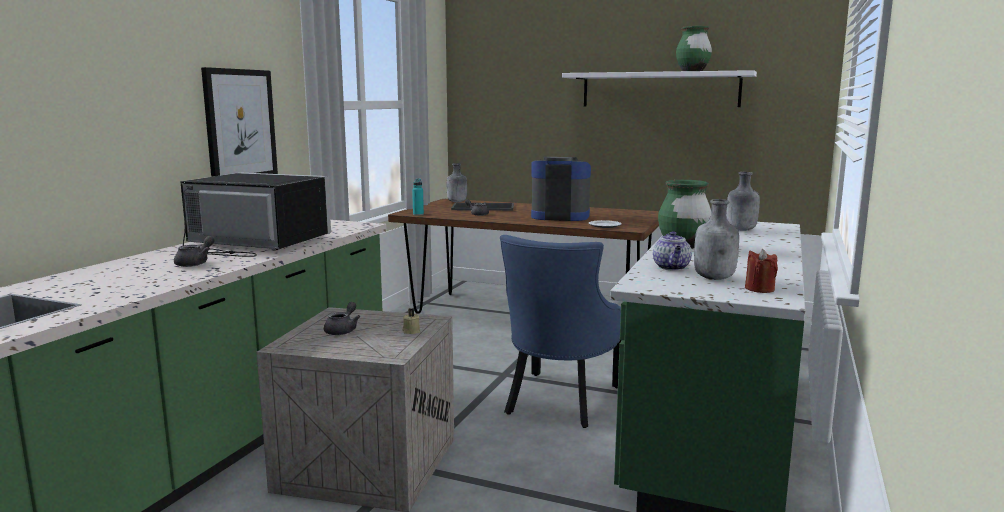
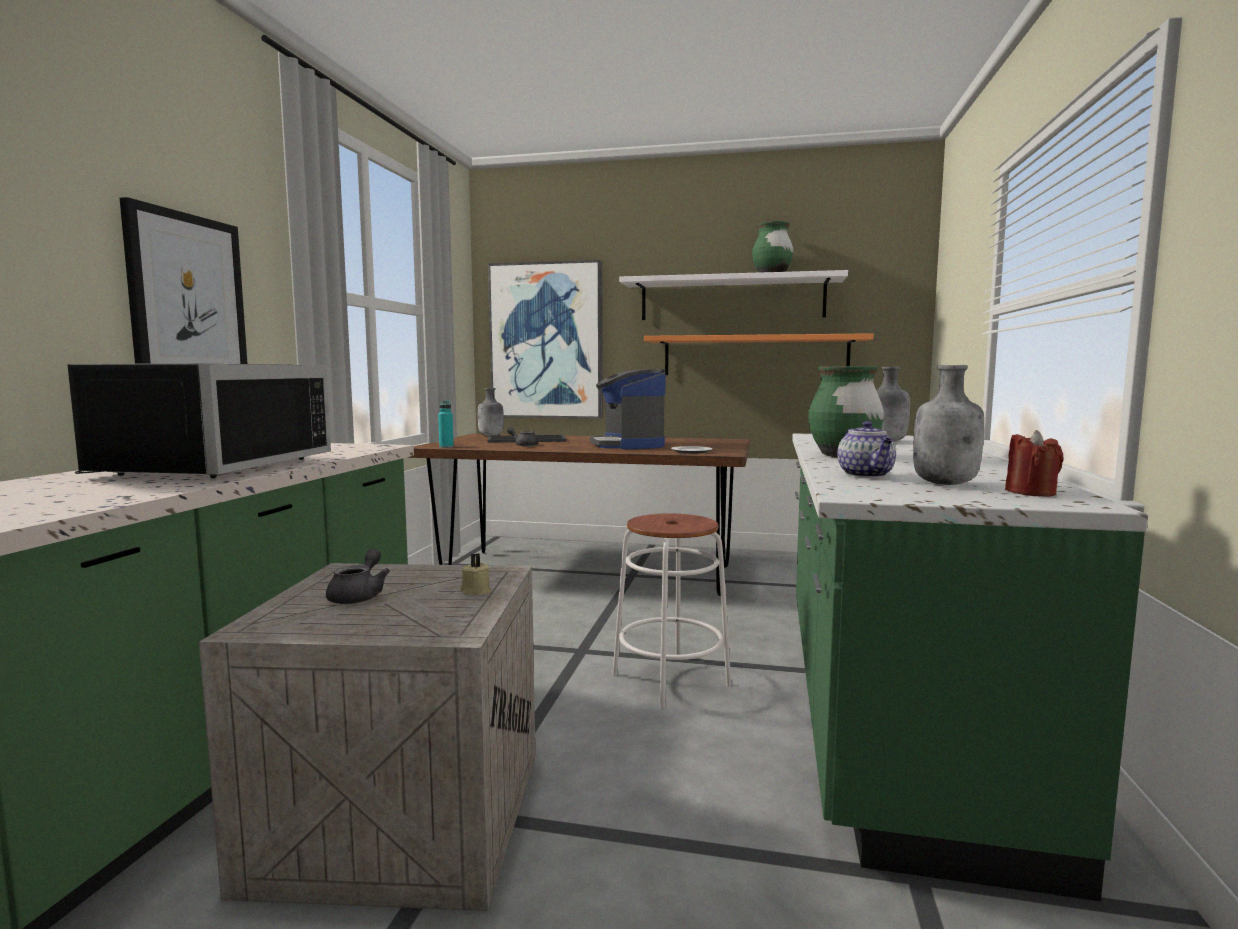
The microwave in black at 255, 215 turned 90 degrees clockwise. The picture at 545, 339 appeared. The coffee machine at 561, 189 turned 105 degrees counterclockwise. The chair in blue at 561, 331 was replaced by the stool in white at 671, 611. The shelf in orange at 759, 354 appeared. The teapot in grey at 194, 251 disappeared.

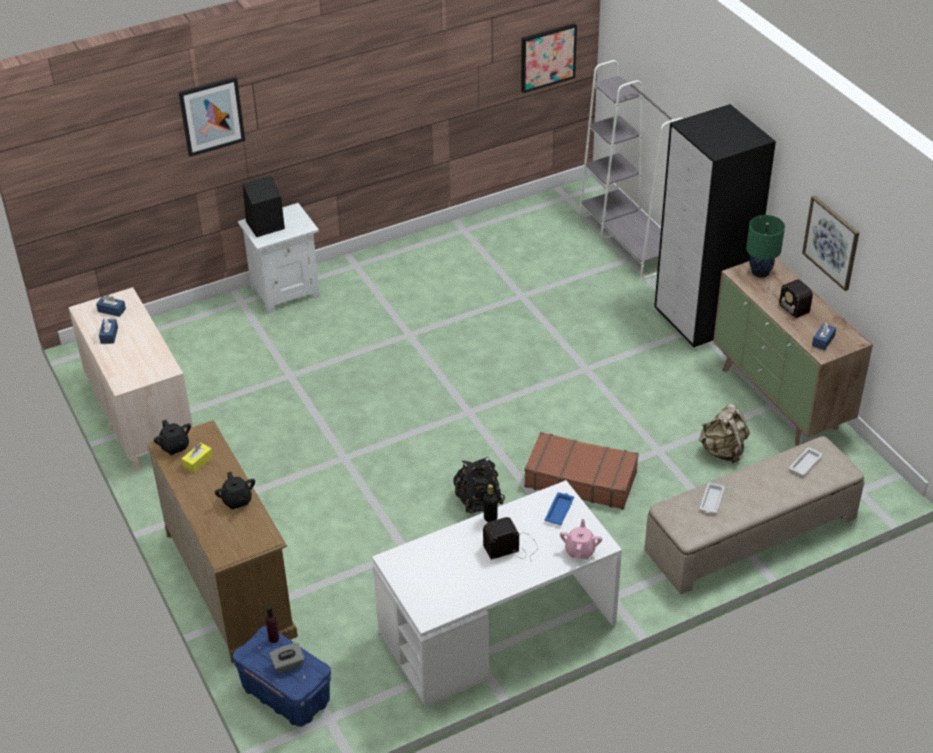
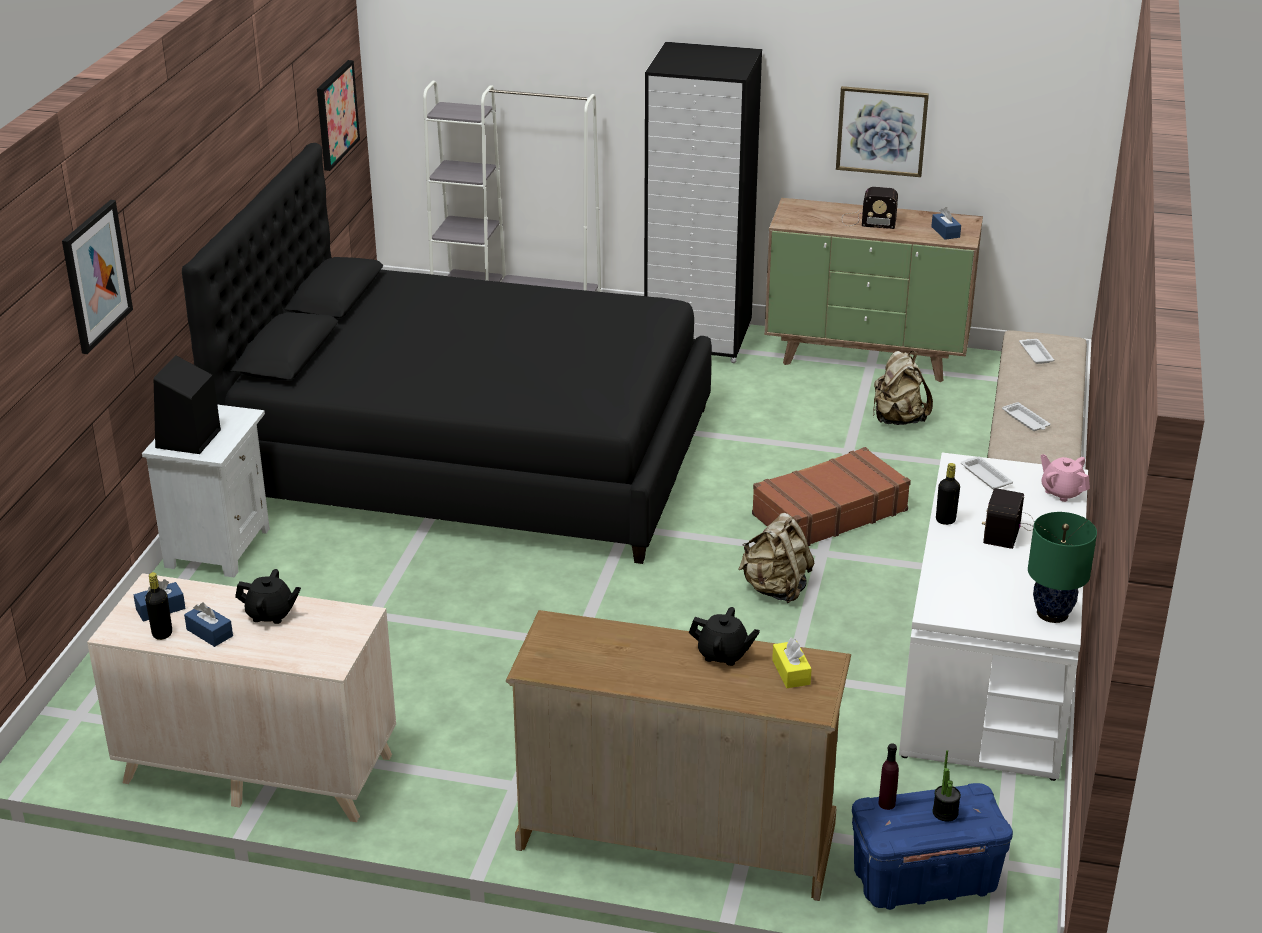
The bottle in black at 158, 606 appeared. The bed in black at 447, 353 appeared. The teapot in black moved from 172, 437 to 268, 596. The backpack in black at 479, 485 became the backpack in beige at 776, 558. The tissue box in yellow moved from 197, 458 to 792, 663. The tissue box in grey at 286, 658 was replaced by the potted plant at 947, 785. The tray in blue at 559, 508 became the tray in white at 987, 473. The table lamp in green moved from 765, 246 to 1062, 567.

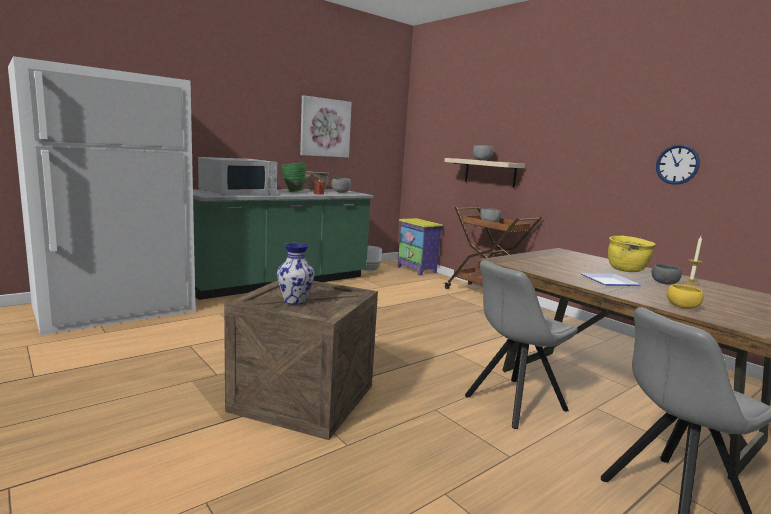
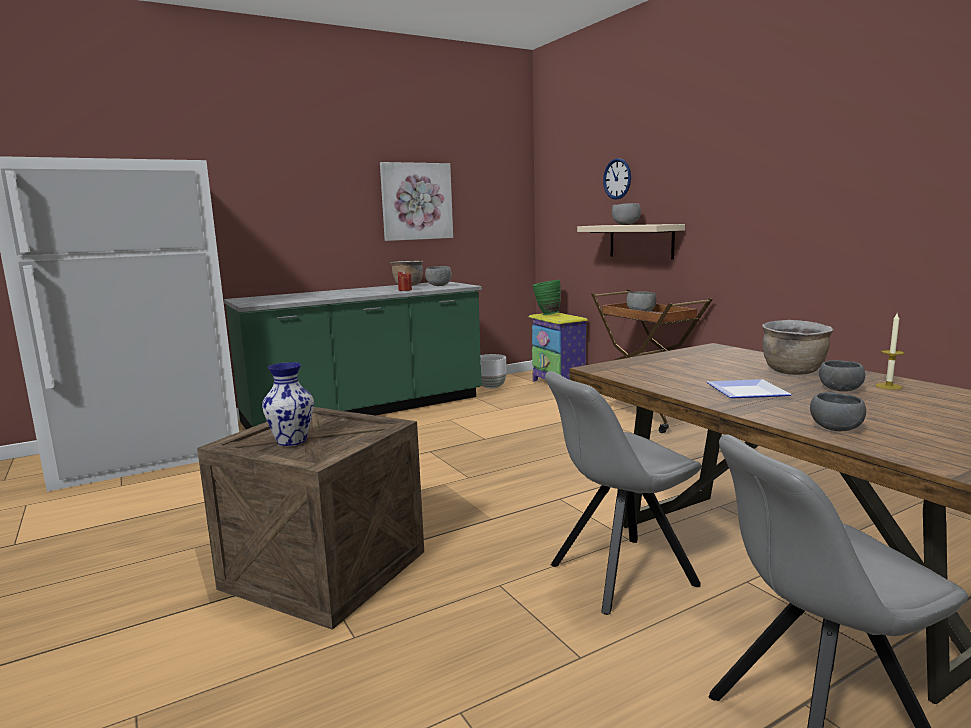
The vase in green moved from 293, 177 to 546, 297. The wall clock moved from 678, 165 to 617, 179. The cooking pot in yellow at 632, 254 became the cooking pot in brown at 797, 347. The bowl in yellow at 685, 296 became the bowl in grey at 838, 411. The microwave in white at 237, 176 disappeared.

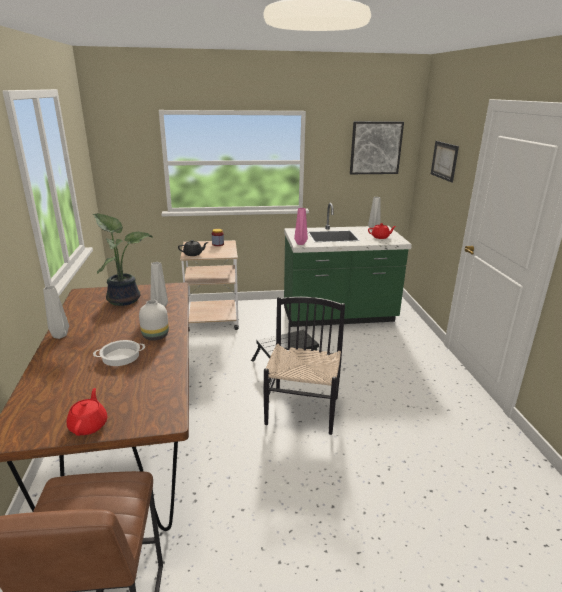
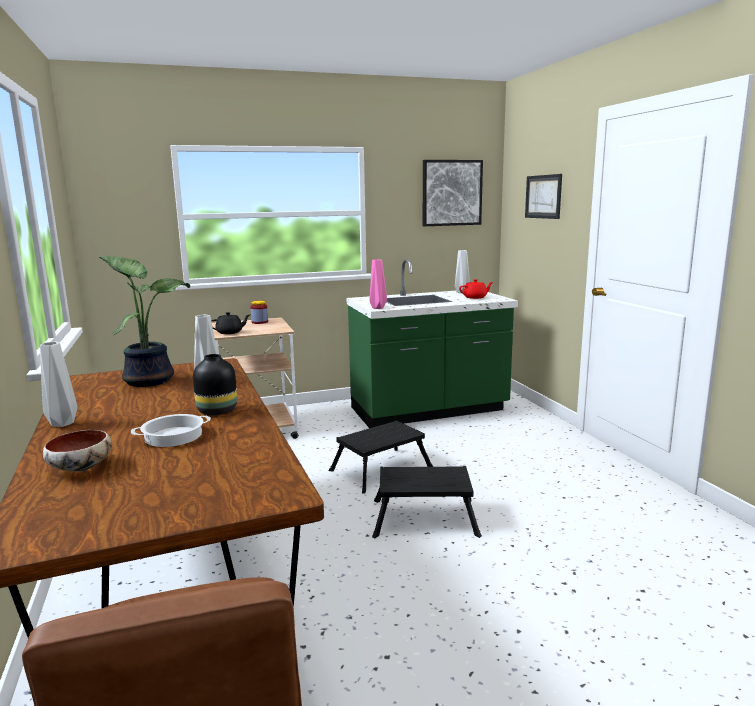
The bowl at 77, 451 appeared. The vase in white at 154, 320 became the vase in black at 215, 384. The chair in black at 304, 366 was replaced by the step ladder in black at 427, 502. The teapot in red at 86, 412 disappeared.

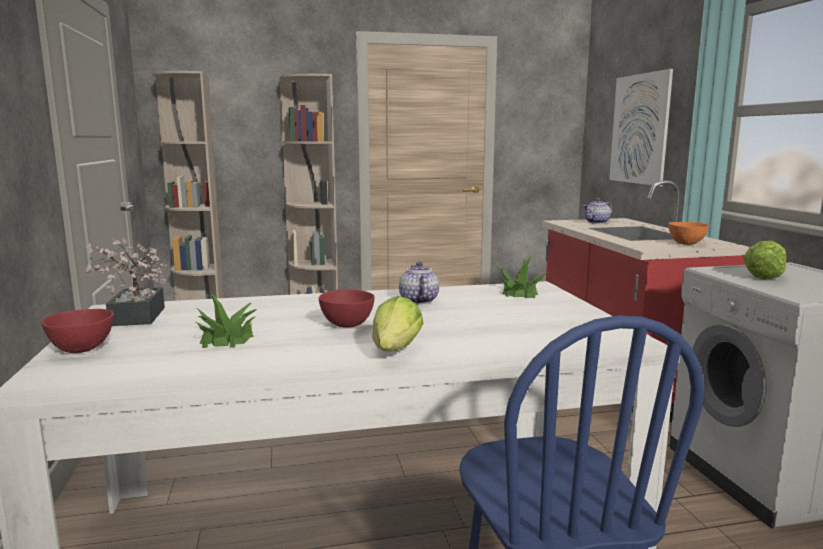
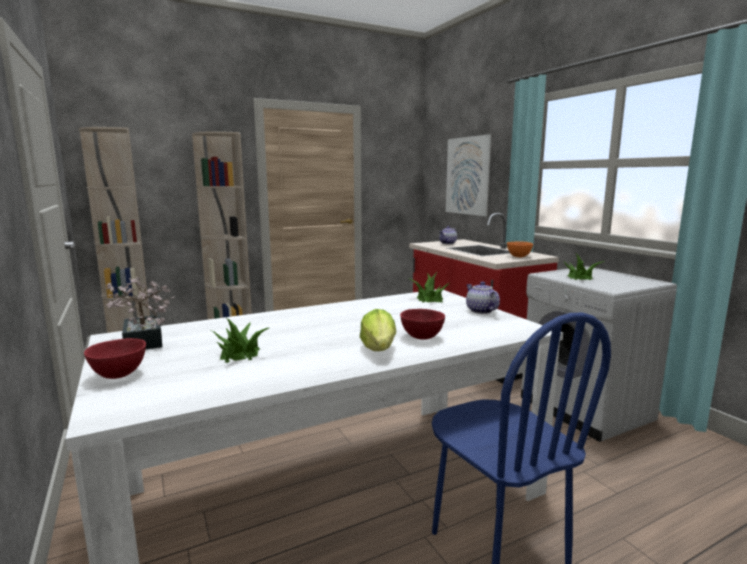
The bowl in red moved from 346, 308 to 422, 324. The teapot moved from 419, 283 to 483, 297. The lettuce at 765, 260 was replaced by the potted plant at 584, 267.

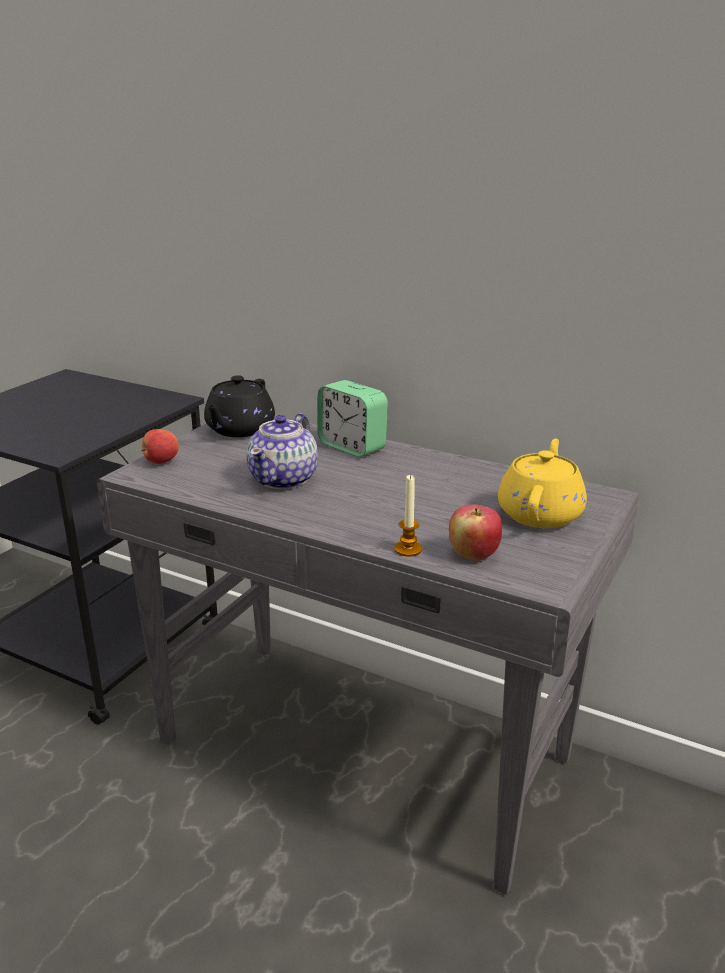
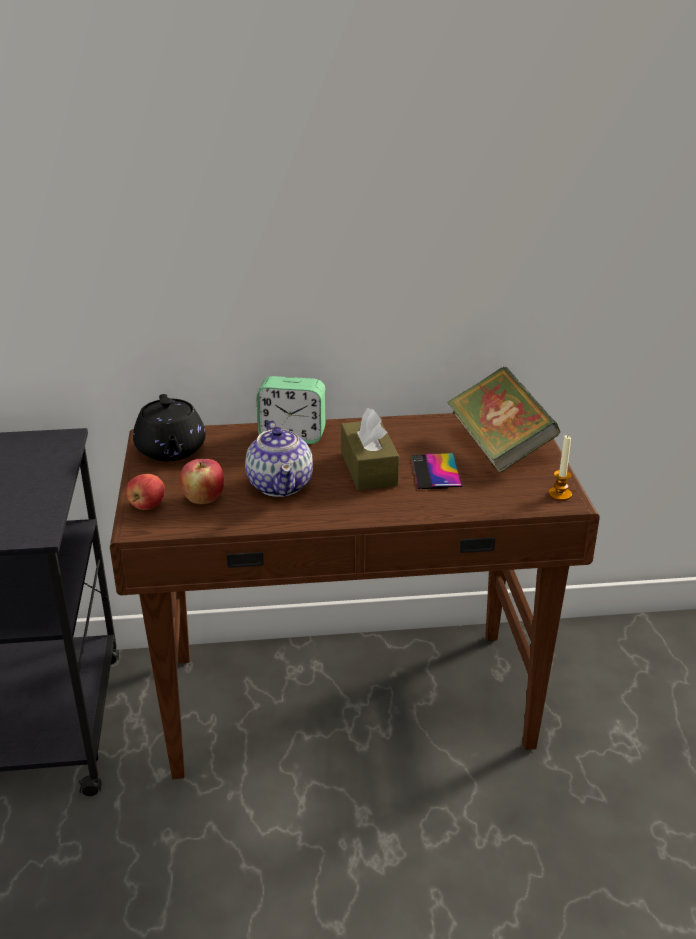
The console table in grey at 368, 655 became the console table in brown at 355, 596. The apple moved from 475, 532 to 202, 481. The tissue box in brown at 370, 449 appeared. The phone at 437, 471 appeared. The teapot in yellow at 542, 483 was replaced by the book at 504, 420. The candle moved from 408, 515 to 560, 468.

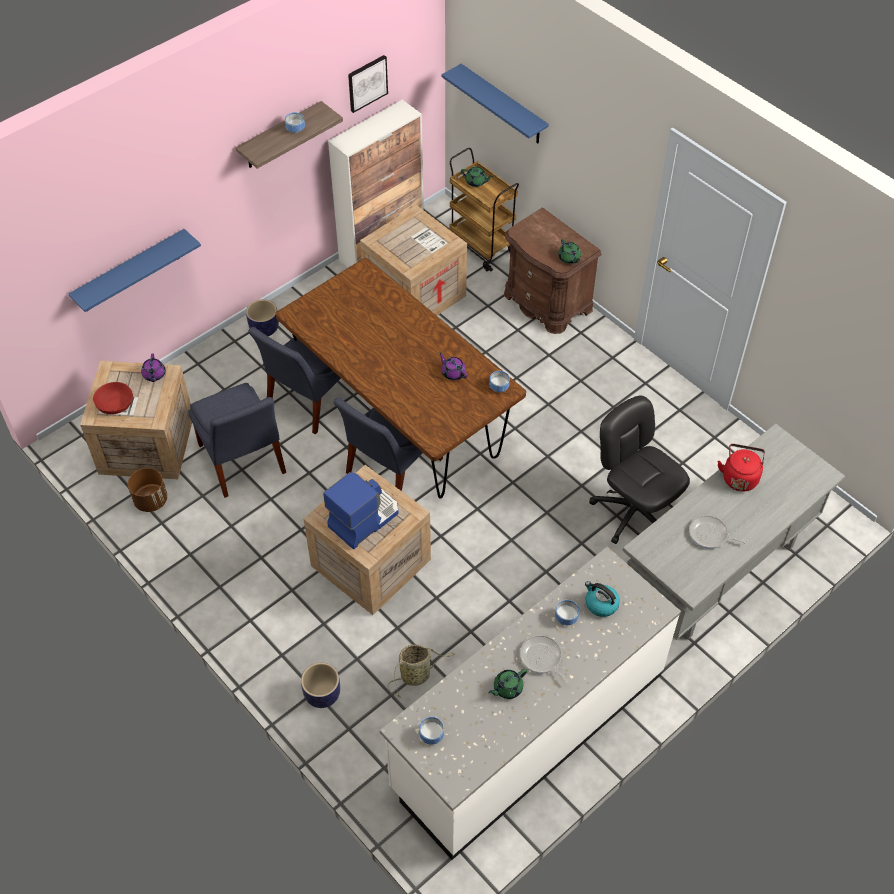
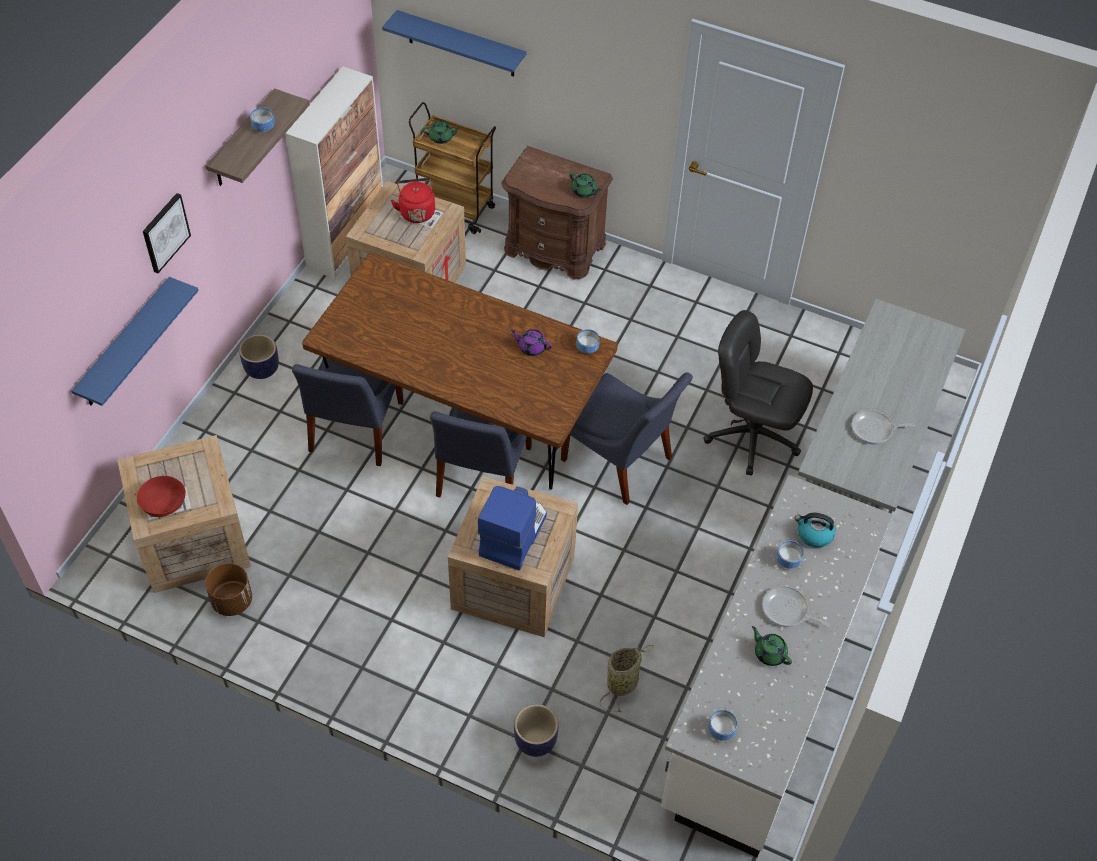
The picture moved from 368, 84 to 167, 233. The kettle in red moved from 741, 467 to 413, 200. The chair in blue moved from 237, 440 to 627, 439. The teapot in green at 507, 684 turned 105 degrees clockwise. The teapot in purple at 153, 367 disappeared.

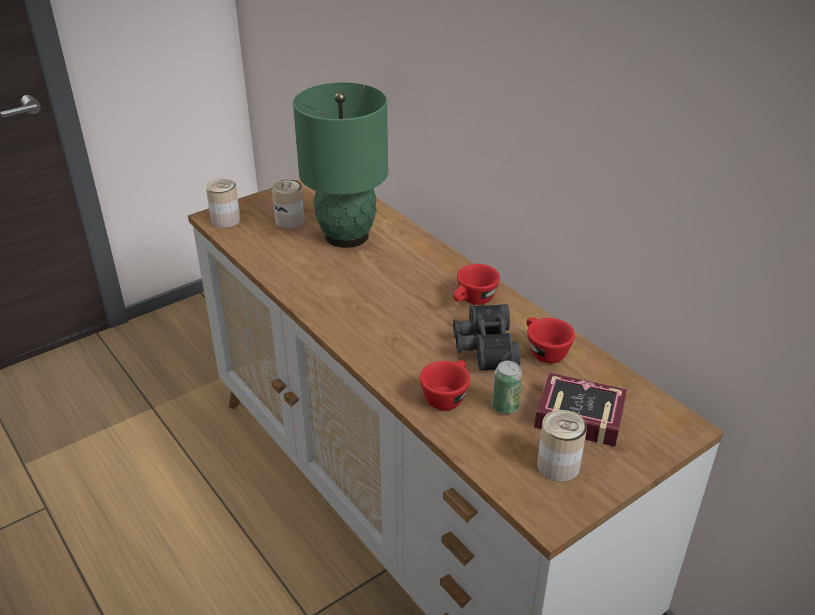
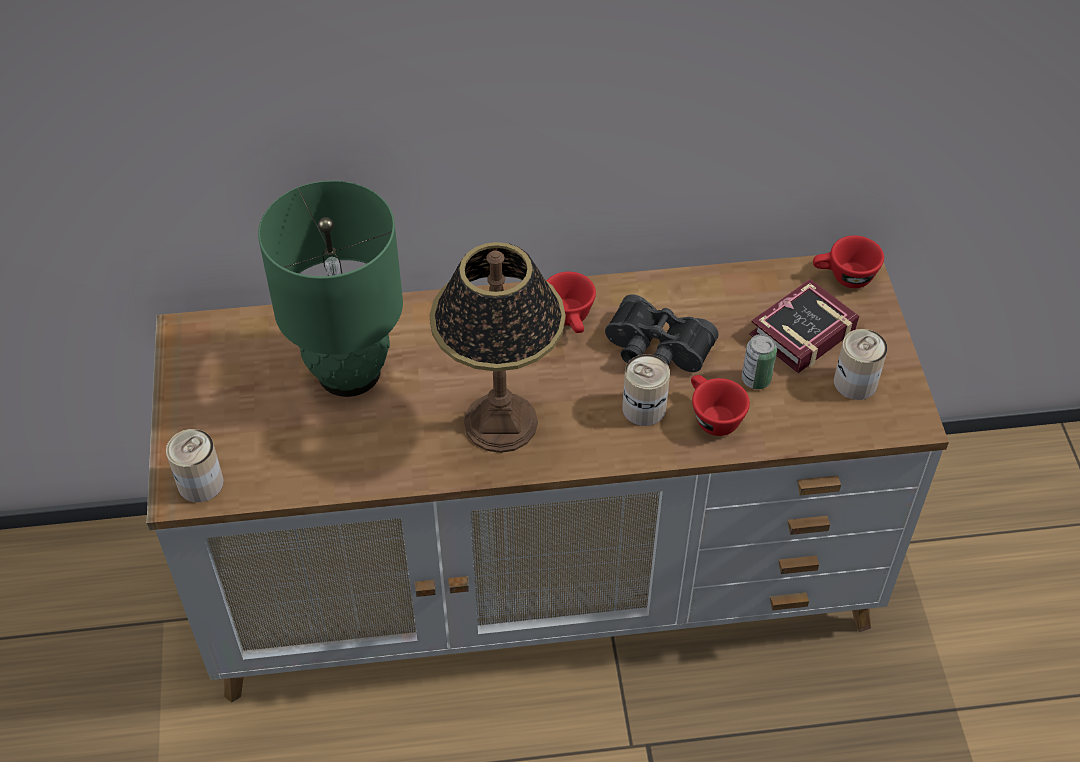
The table lamp at 497, 347 appeared. The can moved from 288, 204 to 646, 390. The cup in red moved from 550, 340 to 848, 261.

